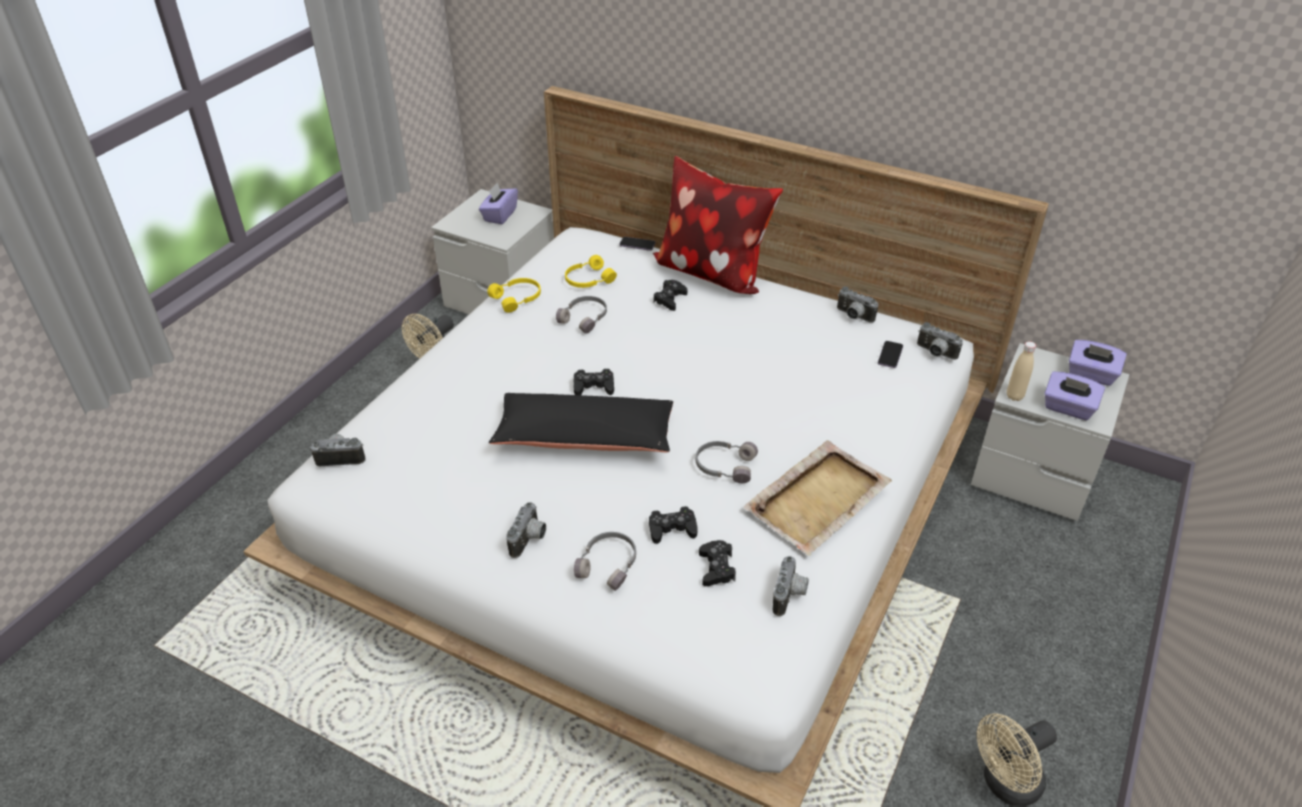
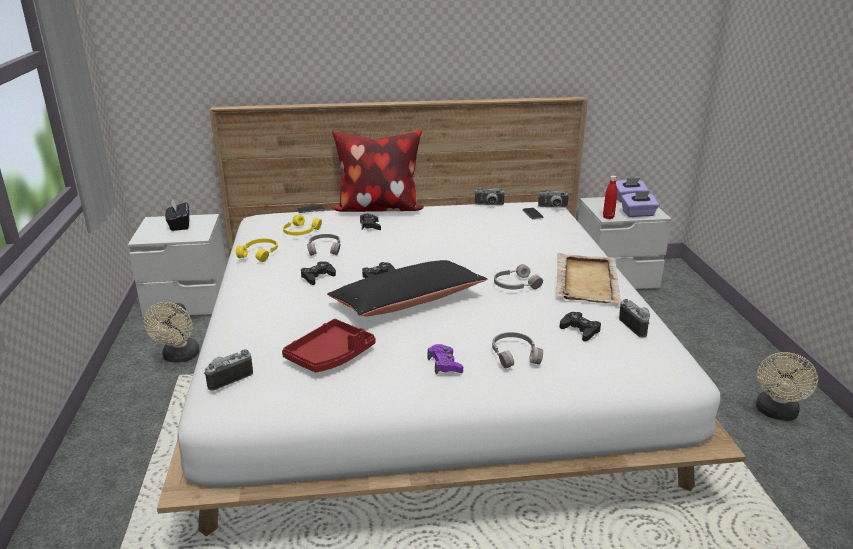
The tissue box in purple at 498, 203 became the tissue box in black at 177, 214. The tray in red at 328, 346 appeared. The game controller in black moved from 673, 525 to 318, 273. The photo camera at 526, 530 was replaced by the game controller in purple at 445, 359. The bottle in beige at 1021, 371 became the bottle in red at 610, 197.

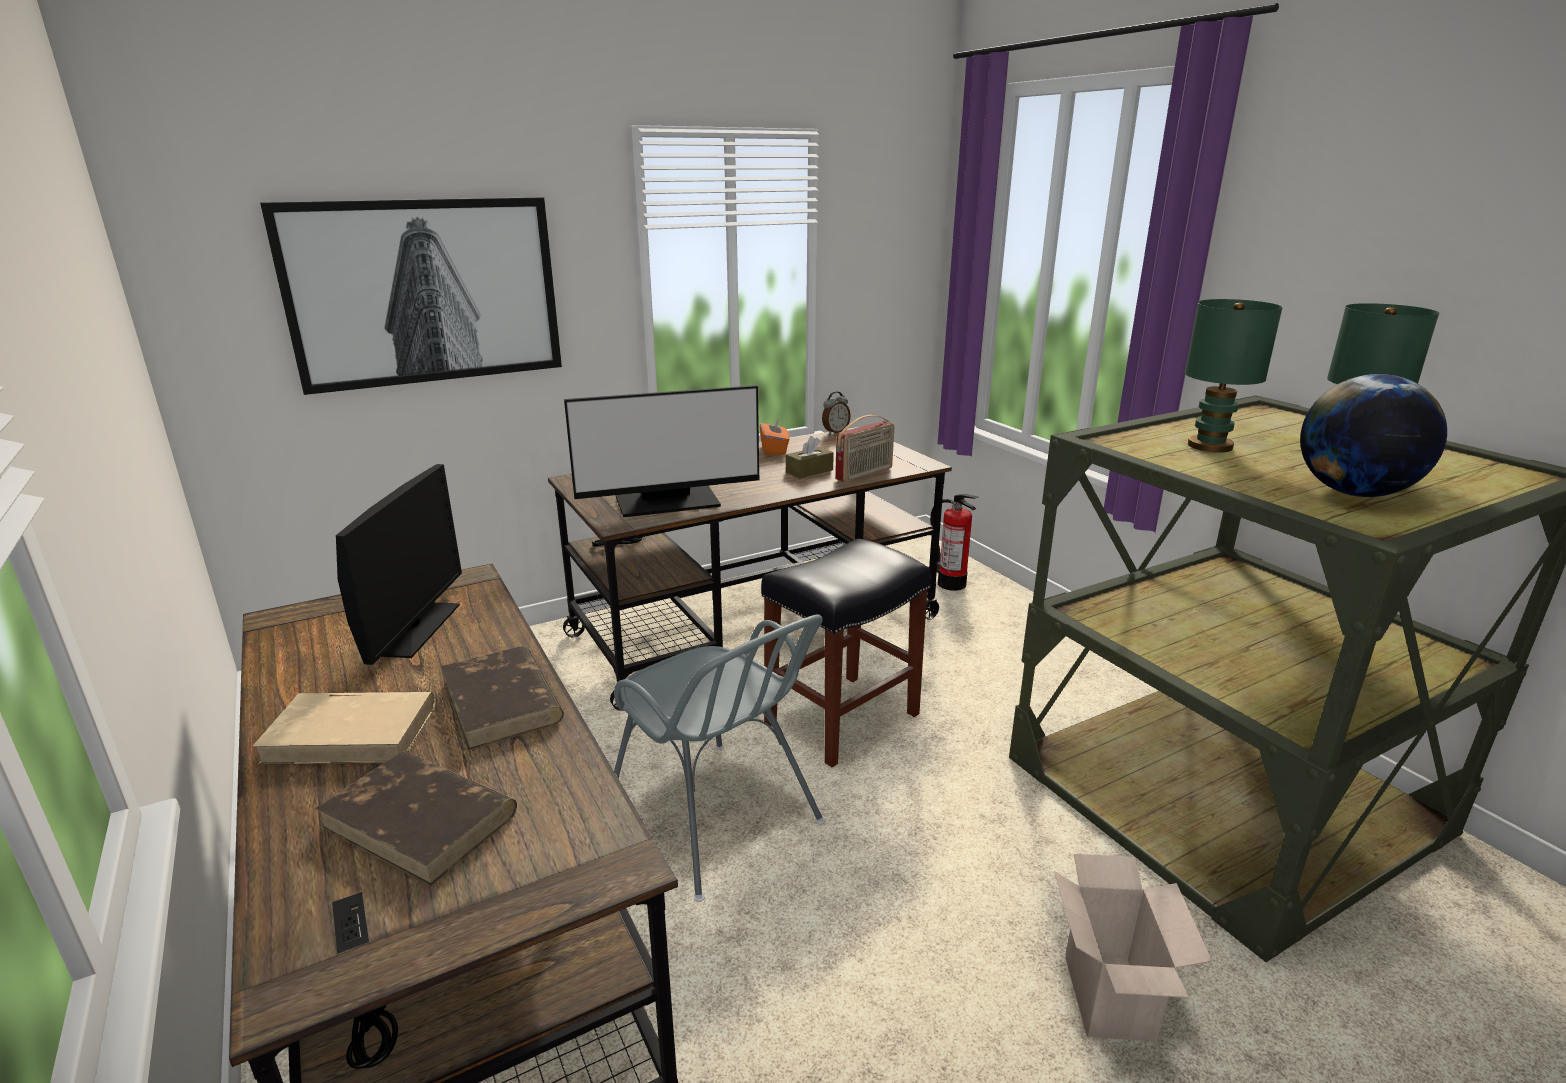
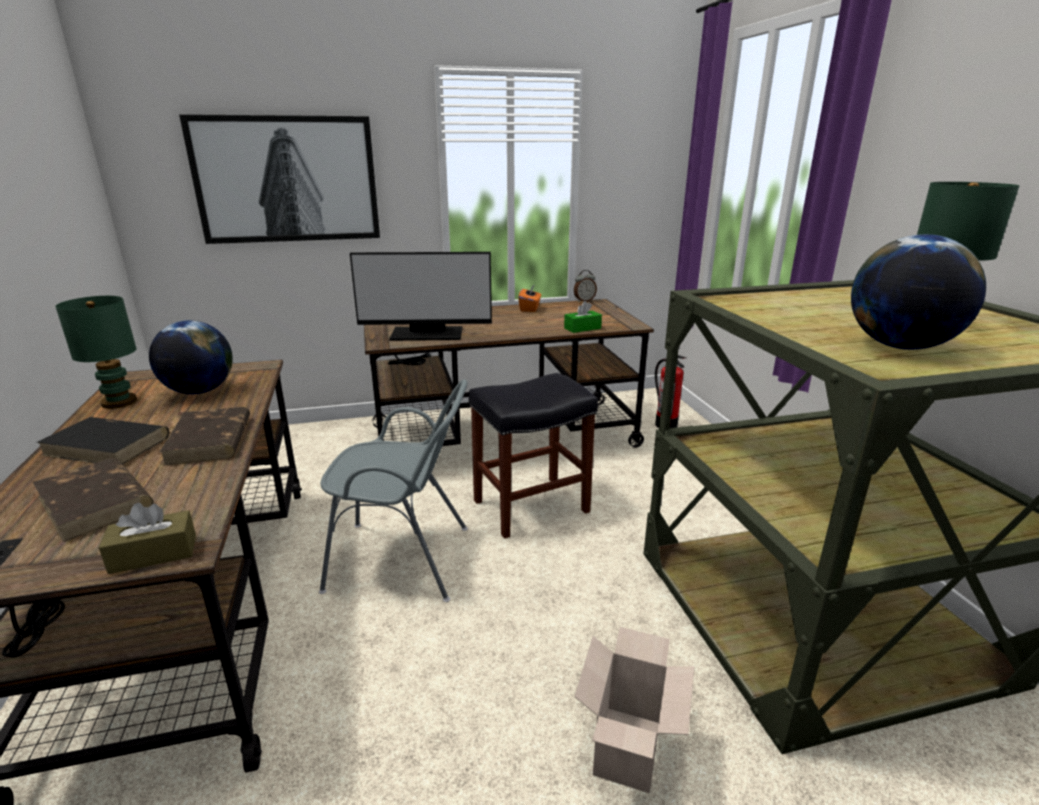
The book in beige at 344, 728 became the book in black at 102, 440. The table lamp in green moved from 1234, 376 to 96, 352. The tissue box in brown moved from 810, 457 to 147, 538. The monitor at 399, 564 was replaced by the globe at 191, 357. The chair in grey at 719, 758 turned 60 degrees counterclockwise. The radio at 864, 448 was replaced by the tissue box in green at 583, 317.

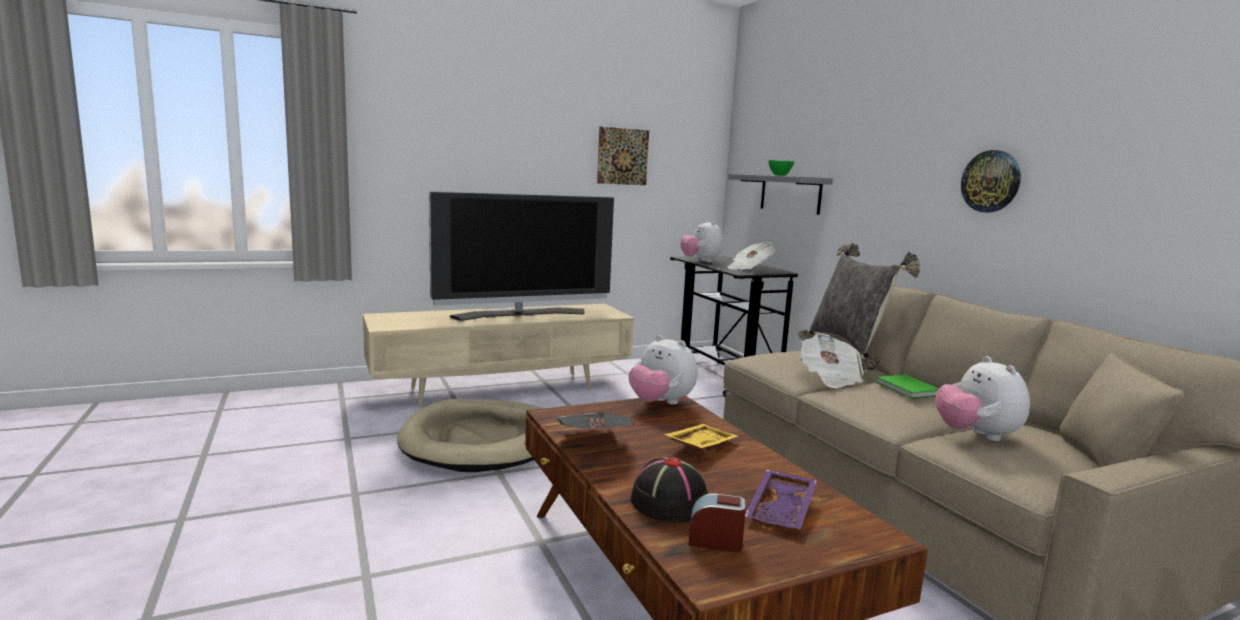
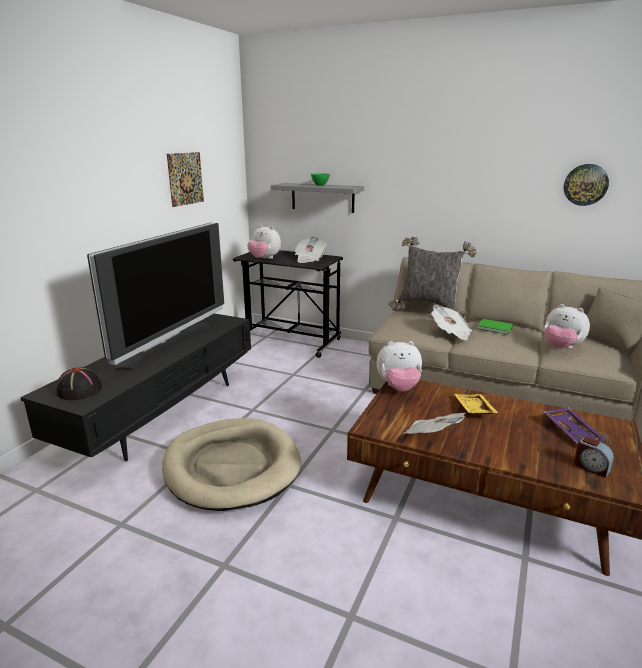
The tv stand in beige at 498, 355 became the tv stand in black at 135, 387. The hat in black moved from 669, 489 to 79, 383. The wall clock moved from 991, 181 to 586, 185. The alarm clock at 717, 523 turned 105 degrees counterclockwise.

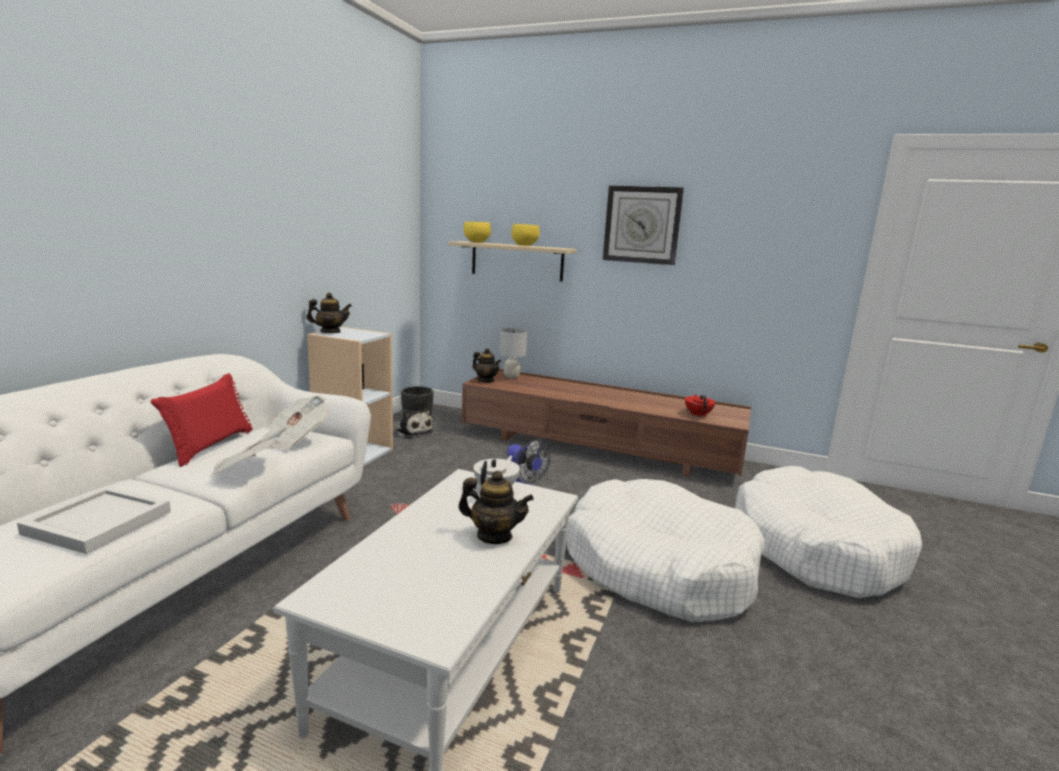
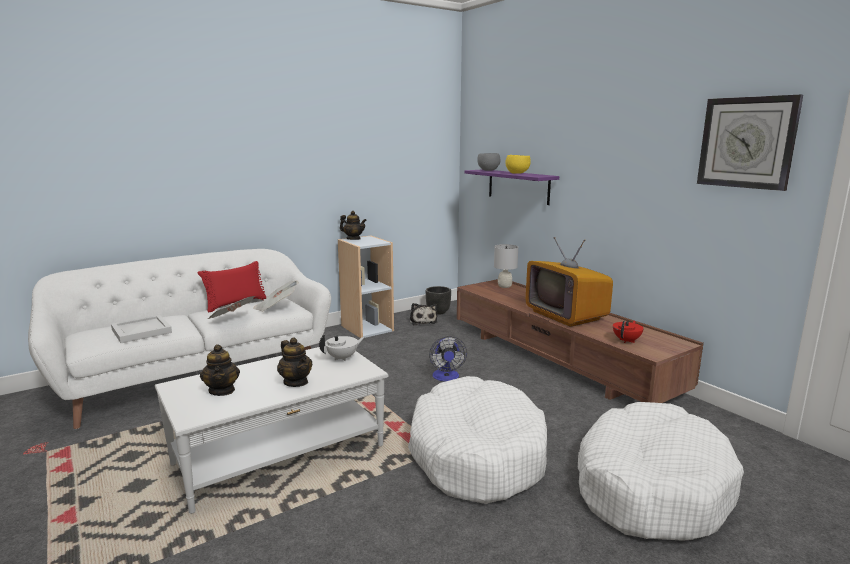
The teapot moved from 486, 365 to 220, 370. The shelf in beige at 512, 261 became the shelf in purple at 512, 187. The bowl in yellow at 477, 232 became the bowl in grey at 488, 162. The television at 569, 282 appeared. The wall clock moved from 643, 225 to 750, 143.

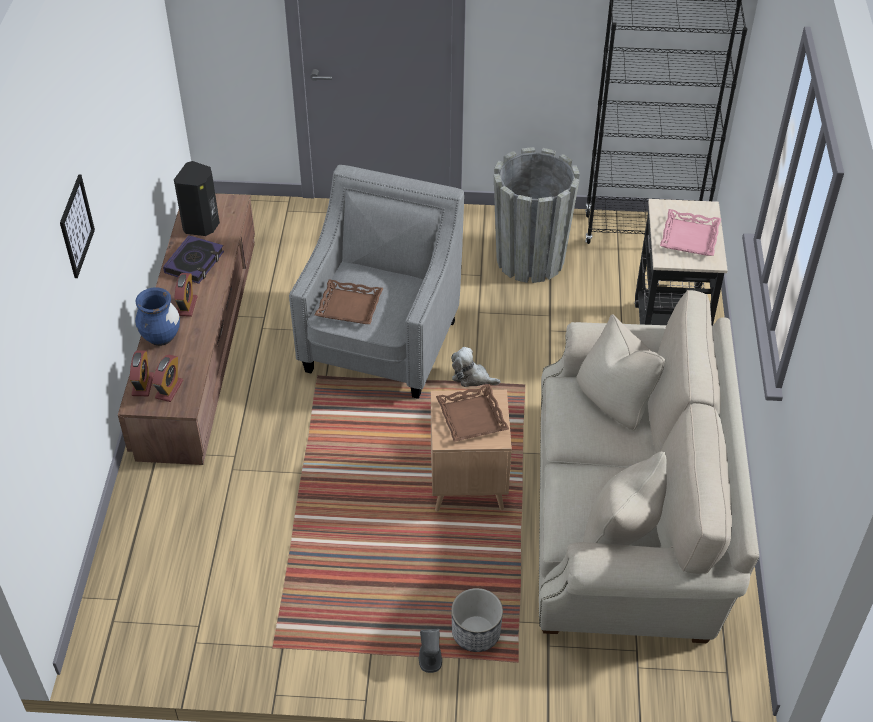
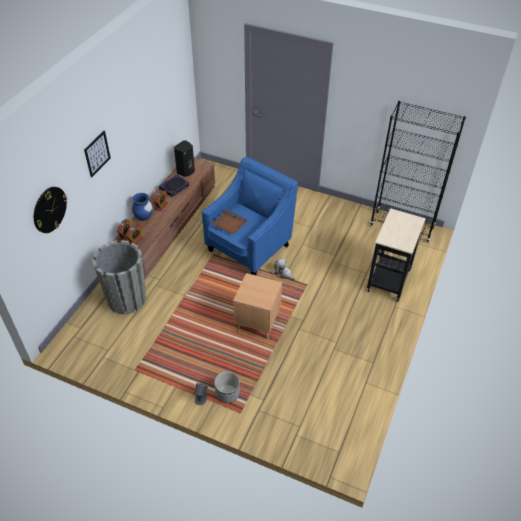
The wall clock at 50, 210 appeared. The planter in grey moved from 536, 215 to 119, 277. The armchair in grey at 376, 282 became the armchair in blue at 250, 216. The tray in brown at 472, 413 disappeared. The sofa in beige at 649, 466 disappeared. The tray in pink at 690, 232 disappeared.

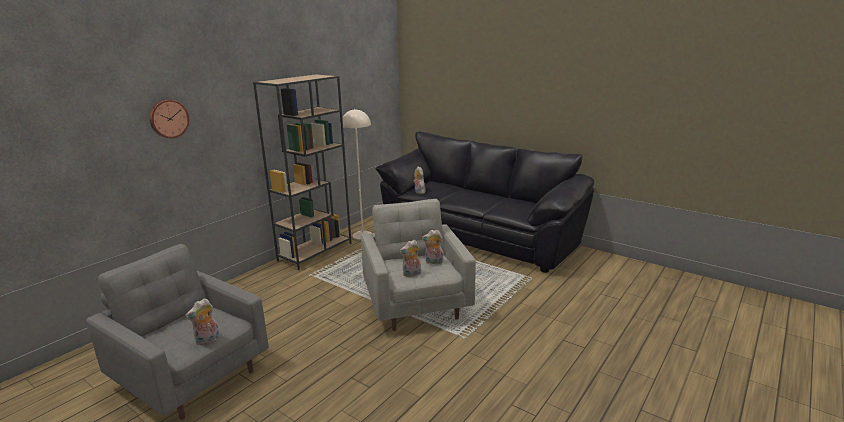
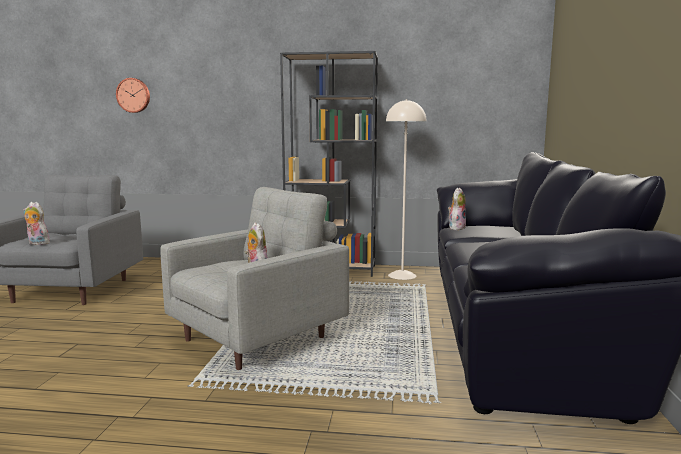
The wall clock moved from 169, 118 to 133, 95. The plush toy at 410, 258 disappeared.

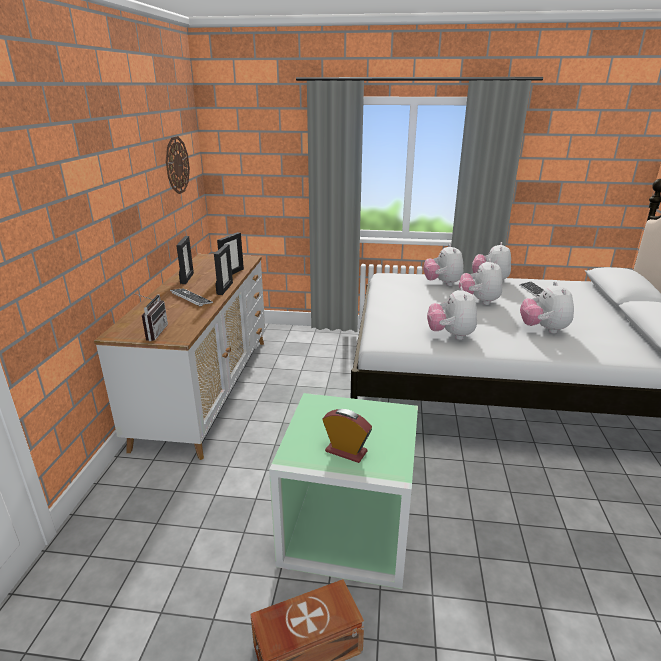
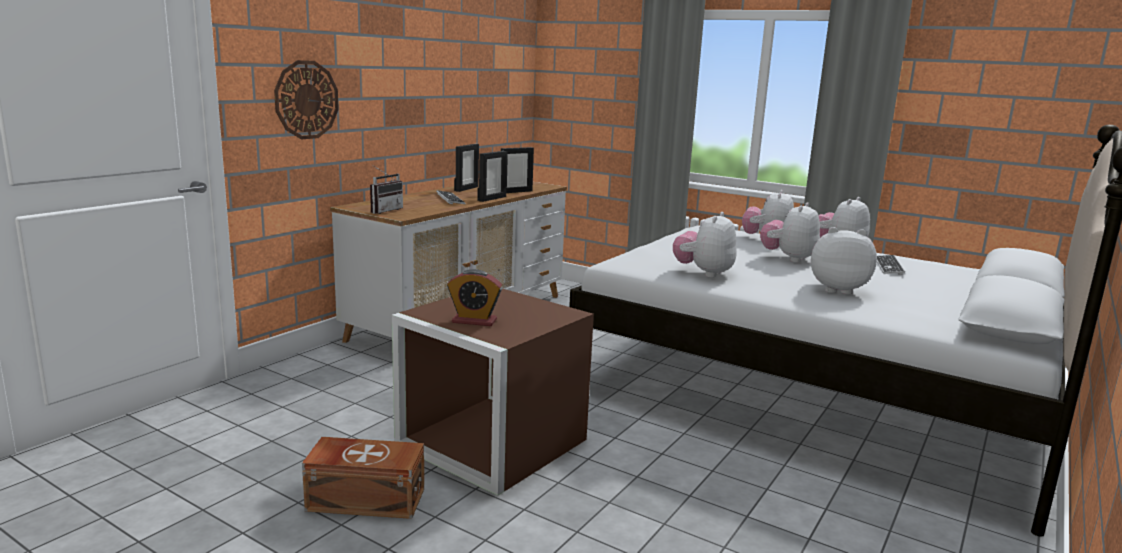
The wall clock moved from 178, 165 to 306, 99. The storage box in green at 343, 491 became the storage box in brown at 493, 392. The alarm clock at 347, 436 turned 135 degrees clockwise. The plush toy at 547, 308 turned 75 degrees clockwise.

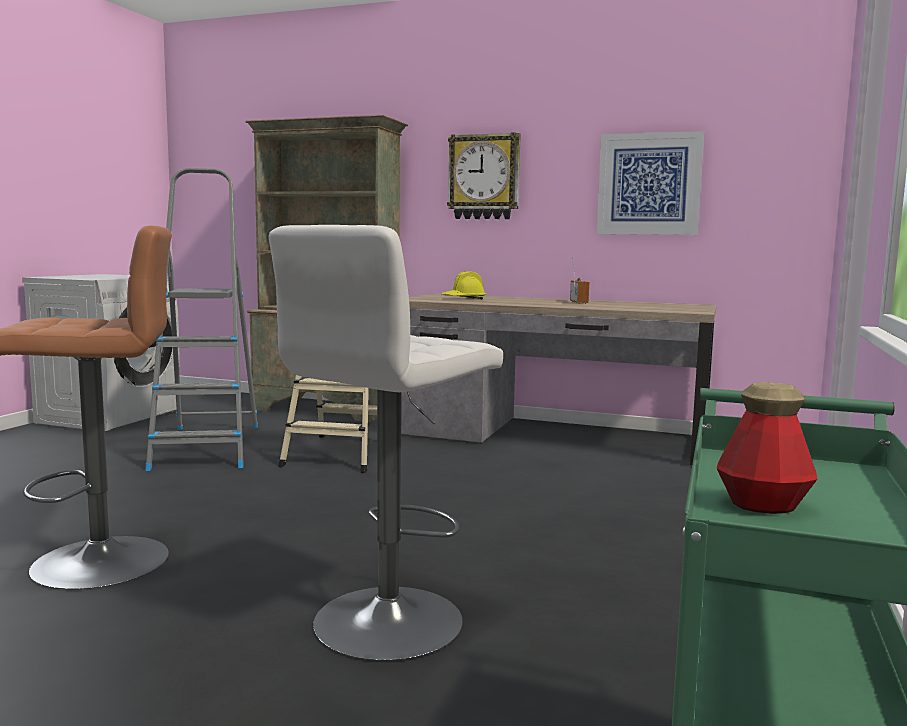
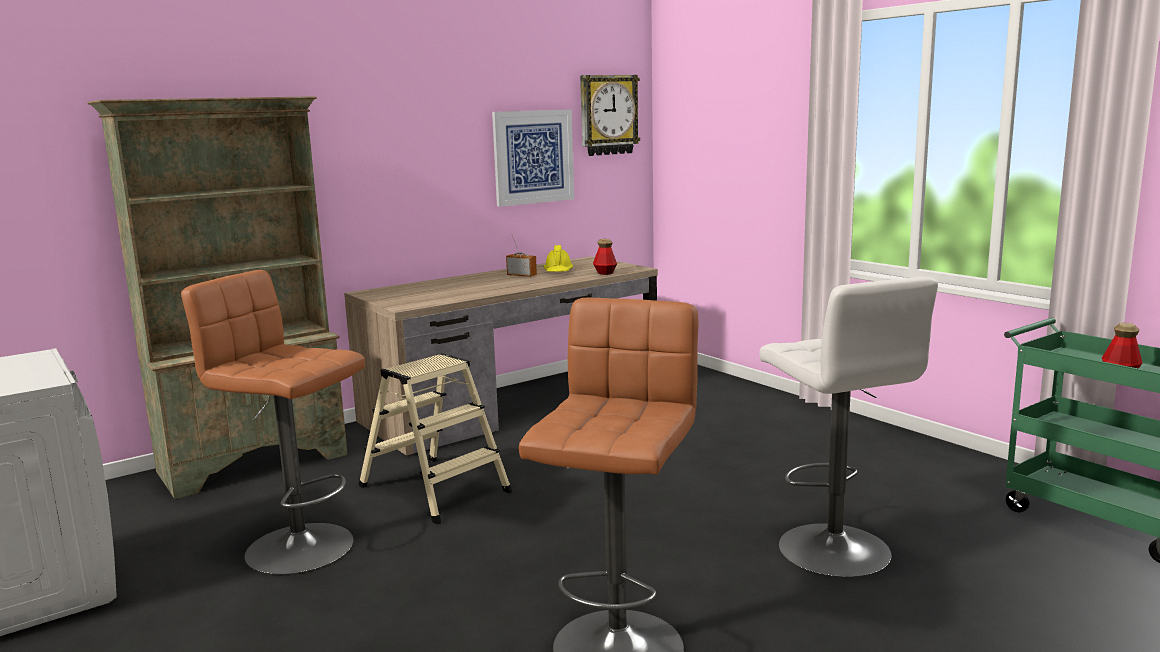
The step ladder in grey at 201, 319 was replaced by the stool in brown at 273, 422. The hard hat in yellow moved from 464, 285 to 558, 258. The wall clock moved from 484, 175 to 610, 115. The bottle at 605, 257 appeared.

